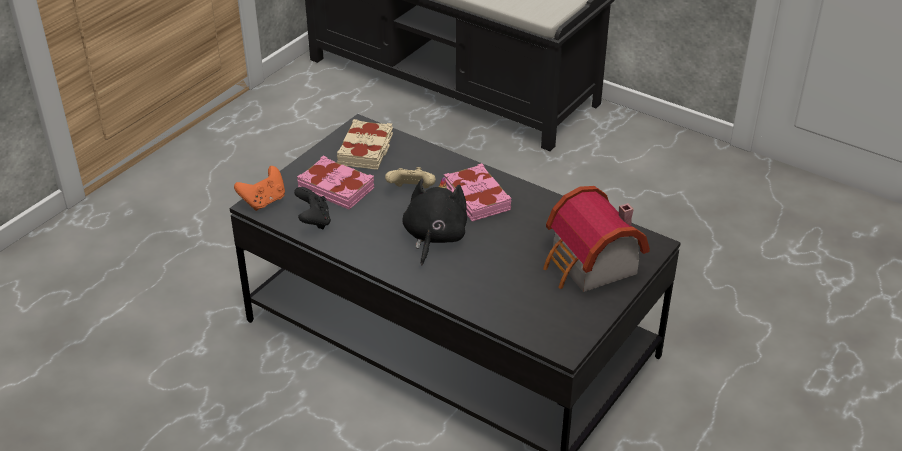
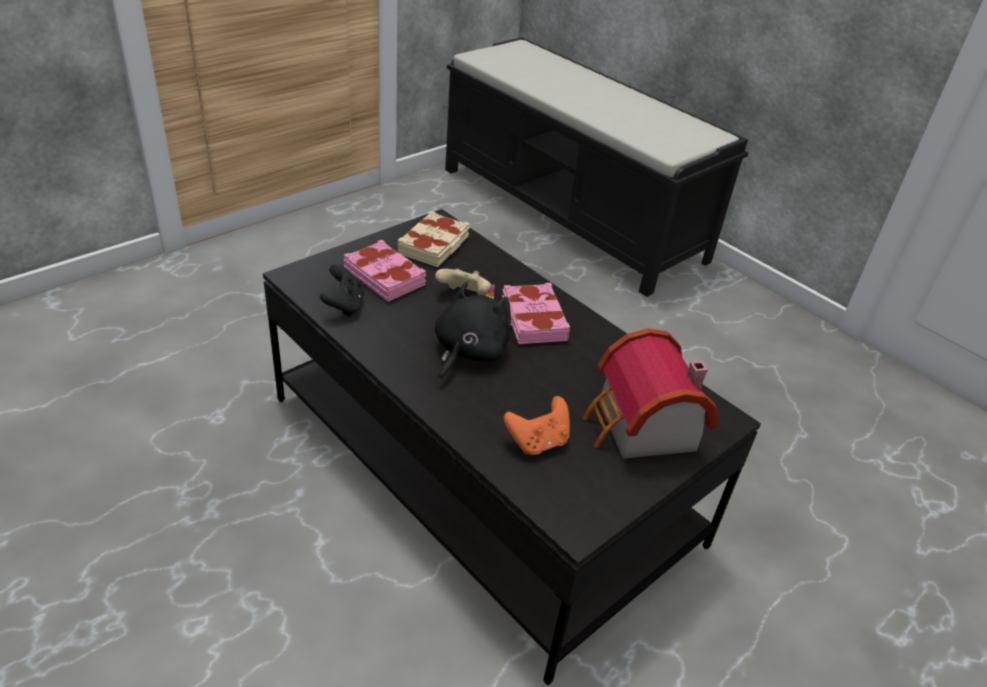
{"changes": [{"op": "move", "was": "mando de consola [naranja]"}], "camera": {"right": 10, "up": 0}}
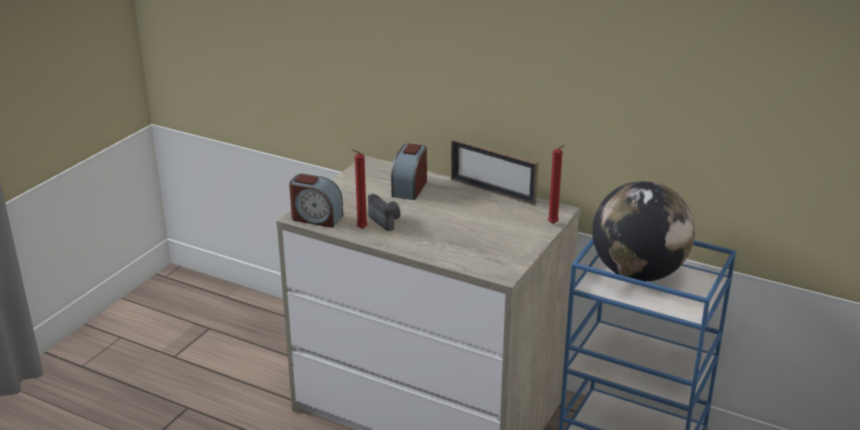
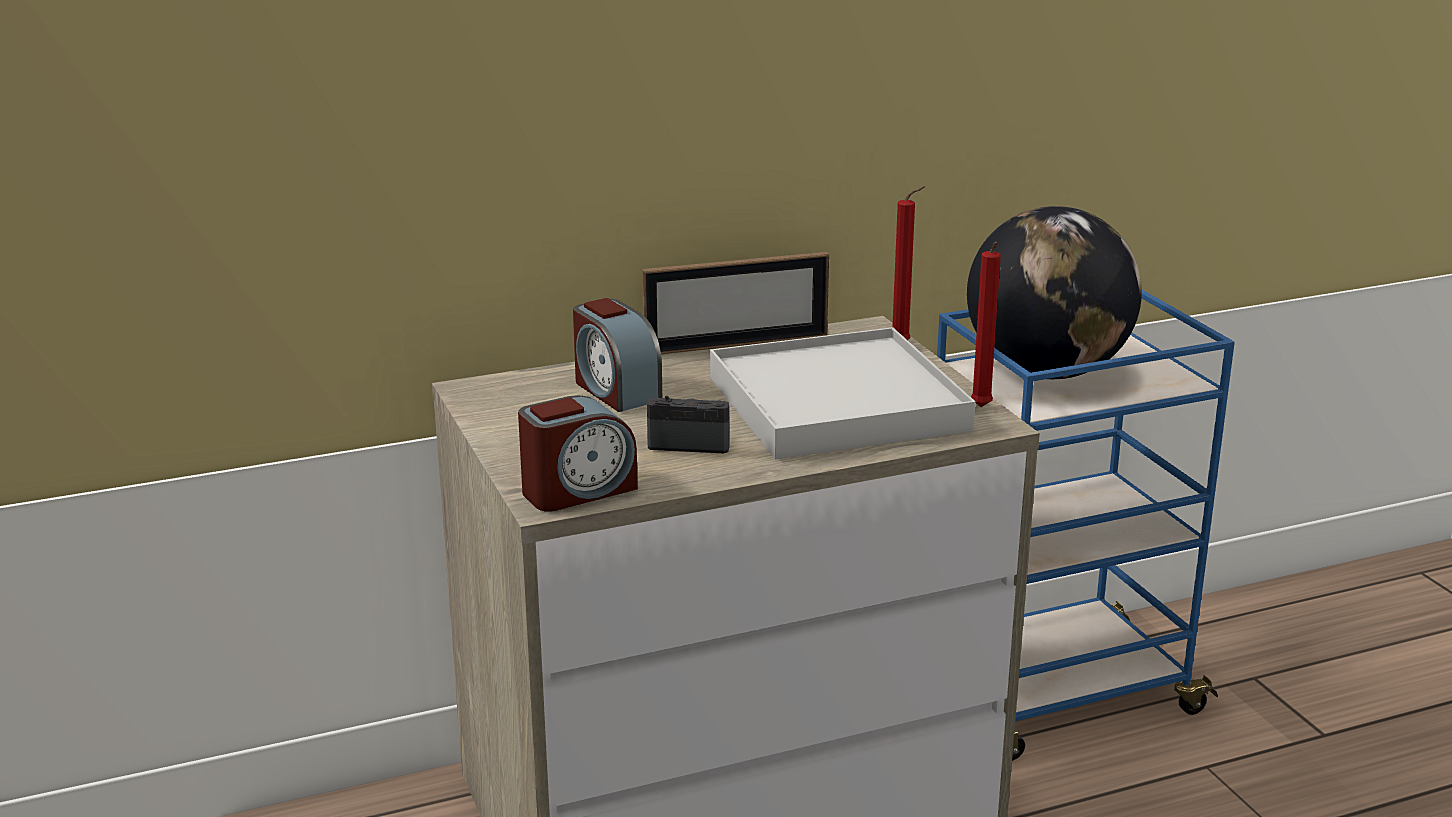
{"changes": [{"op": "move", "was": "vela [rojo] (1st from left in the first image)", "now": "vela [rojo] (2nd from left)"}, {"op": "insert", "now": "bandeja [blanco]"}], "camera": {"right": -50, "up": -5}}
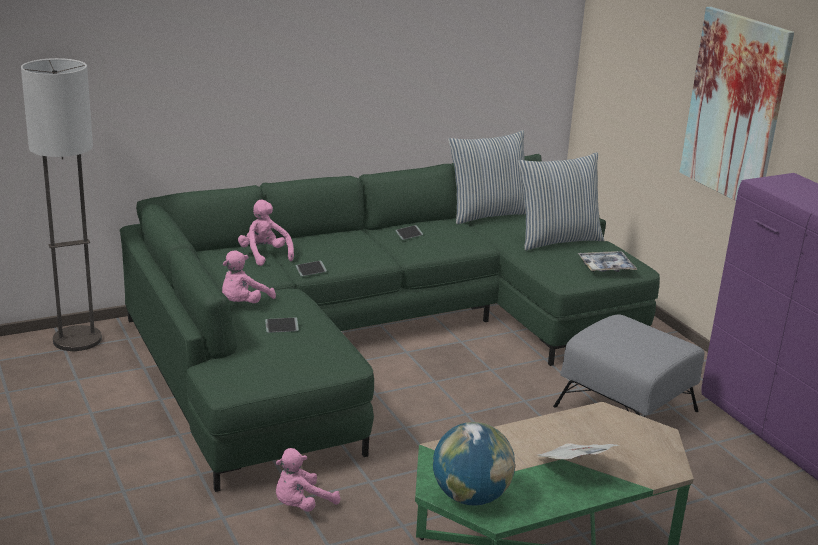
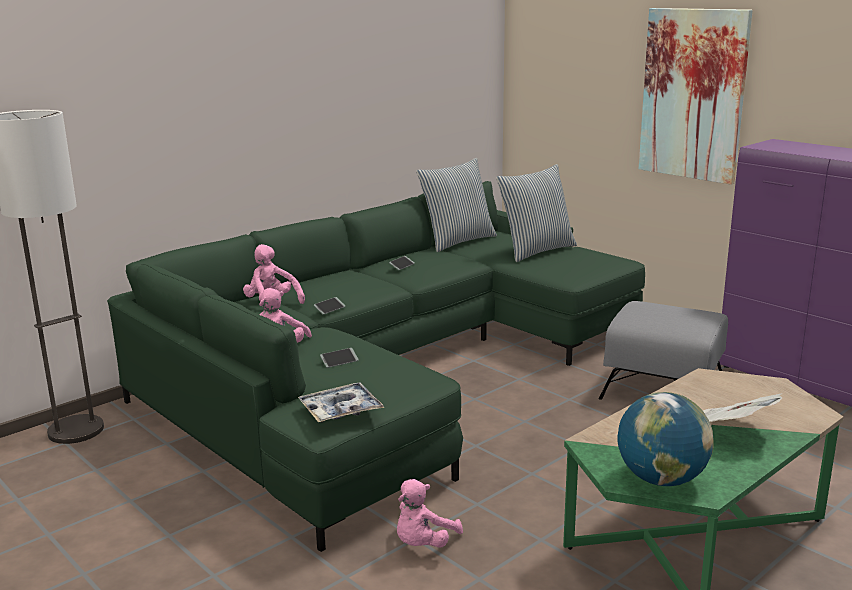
{"changes": [{"op": "move", "was": "bandeja"}], "camera": {"right": -15, "up": -5}}
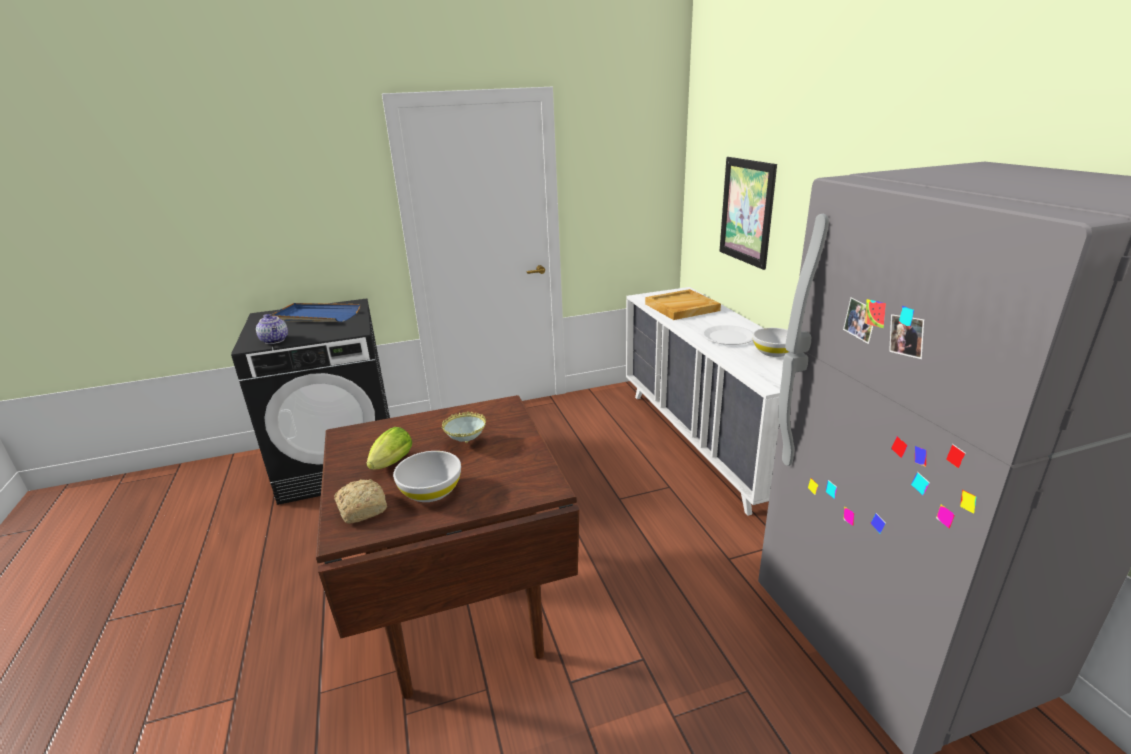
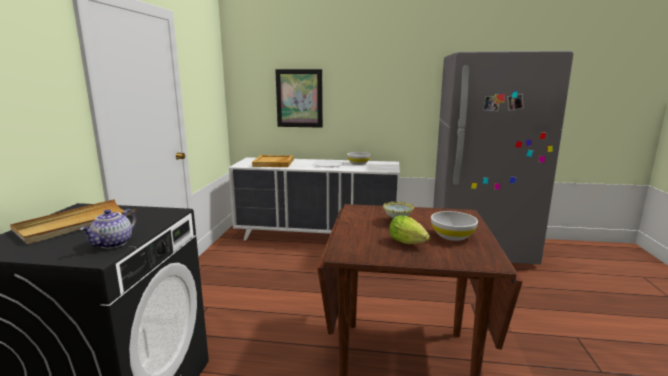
{"changes": [{"op": "recolor", "was": "bandeja [azul]", "now": "bandeja [beis] (1st from left)"}, {"op": "rotate", "was": "tetera", "clockwise": 120}, {"op": "delete", "was": "pan"}], "camera": {"right": -65, "up": -10}}
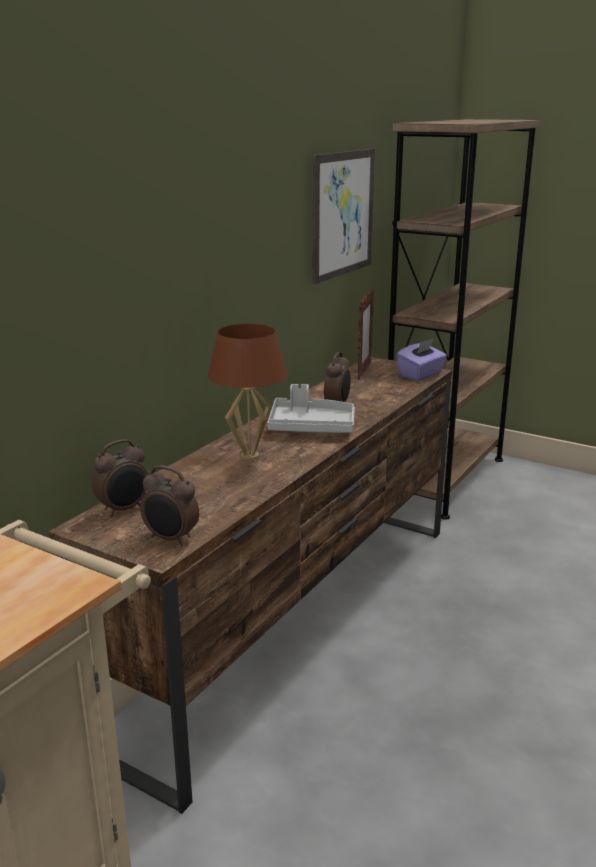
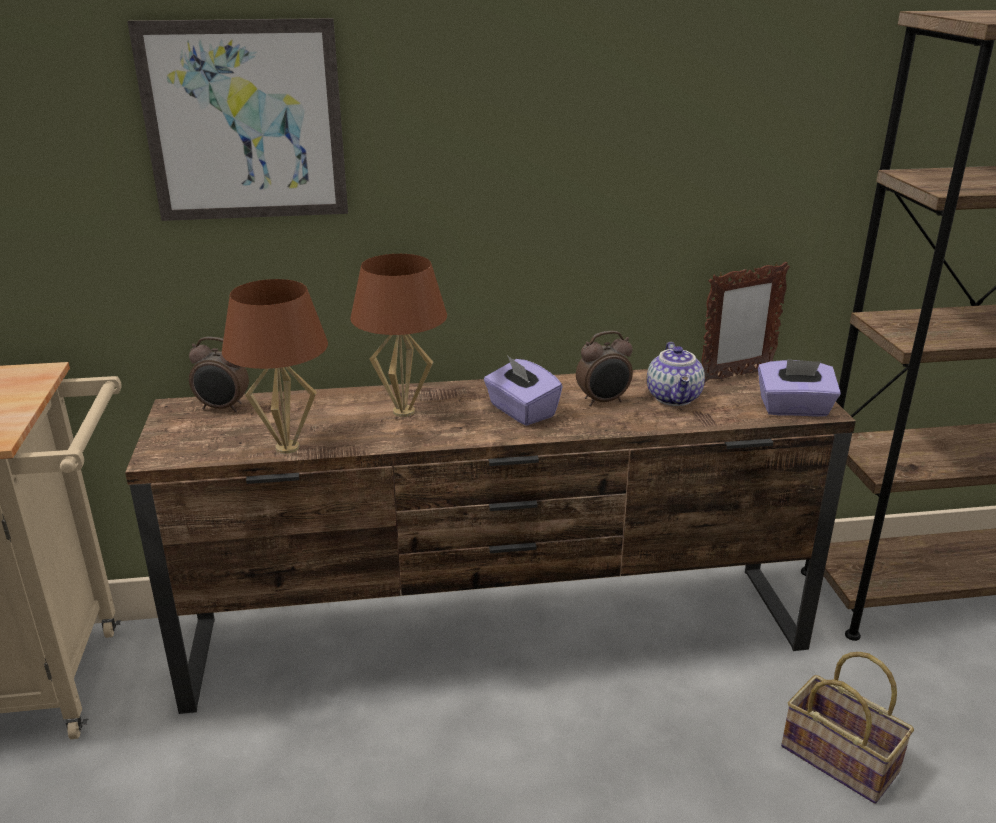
{"changes": [{"op": "move", "was": "cuadro"}, {"op": "replace", "was": "bandeja [gris]", "now": "caja de pañuelos [morado] (1st from left)"}, {"op": "delete", "was": "despertador (2nd from left)"}, {"op": "insert", "now": "lámpara de mesa [marrón] (1st from left)"}, {"op": "insert", "now": "tetera"}, {"op": "insert", "now": "cesta"}], "camera": {"right": 50, "up": 5}}
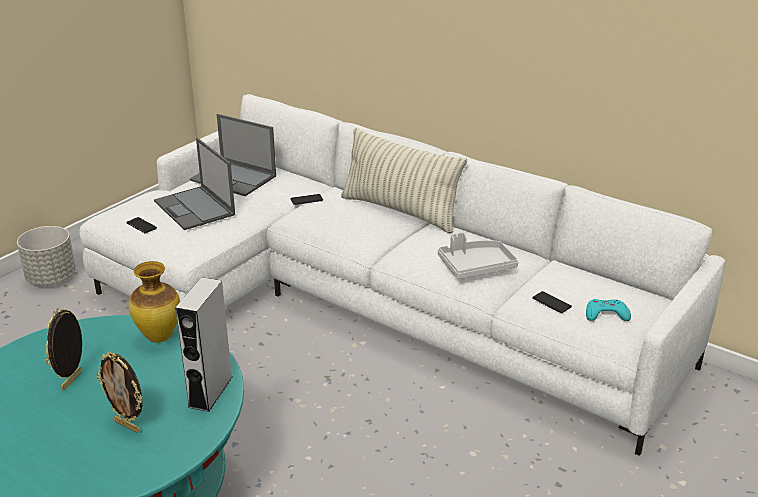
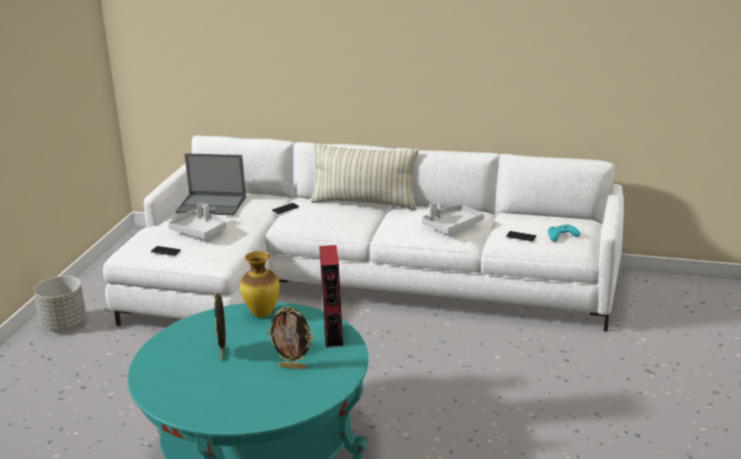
{"changes": [{"op": "replace", "was": "portátil (1st from left)", "now": "bandeja [gris] (1st from left)"}, {"op": "recolor", "was": "altavoz [gris]", "now": "altavoz [rojo]"}], "camera": {"right": -20, "up": -5}}
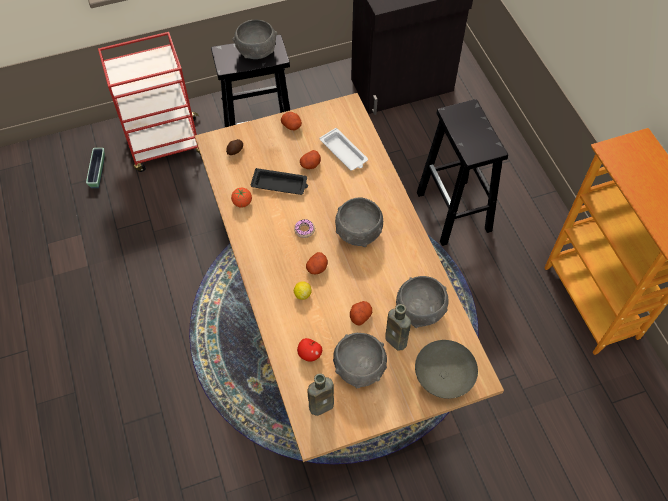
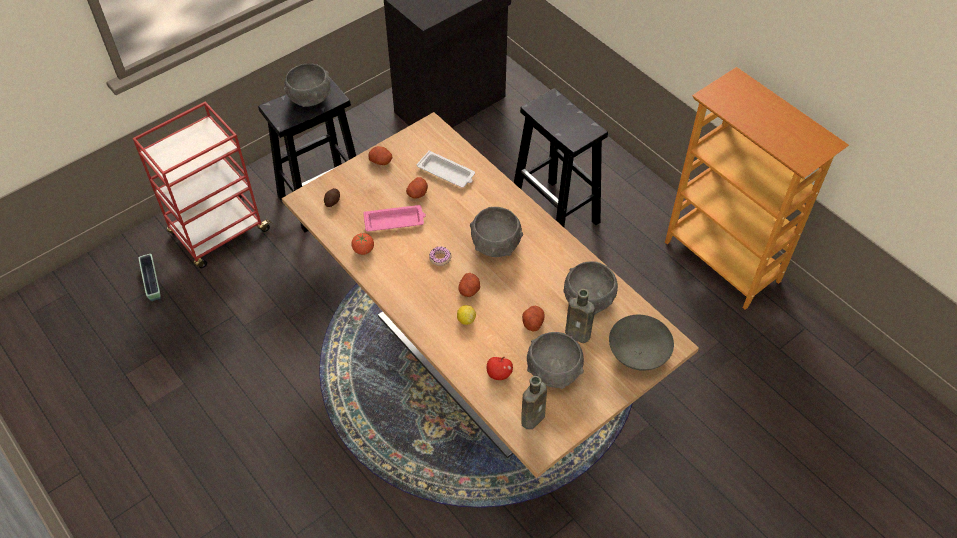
{"changes": [{"op": "recolor", "was": "bandeja [negro]", "now": "bandeja [rosa]"}], "camera": {"right": -20, "up": -5}}
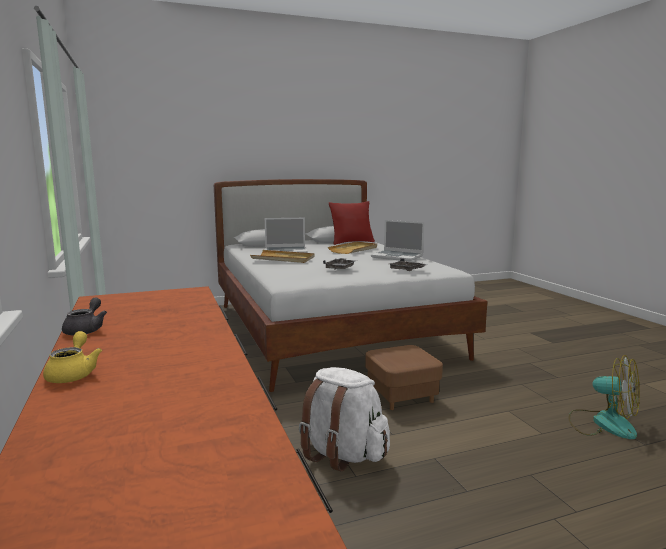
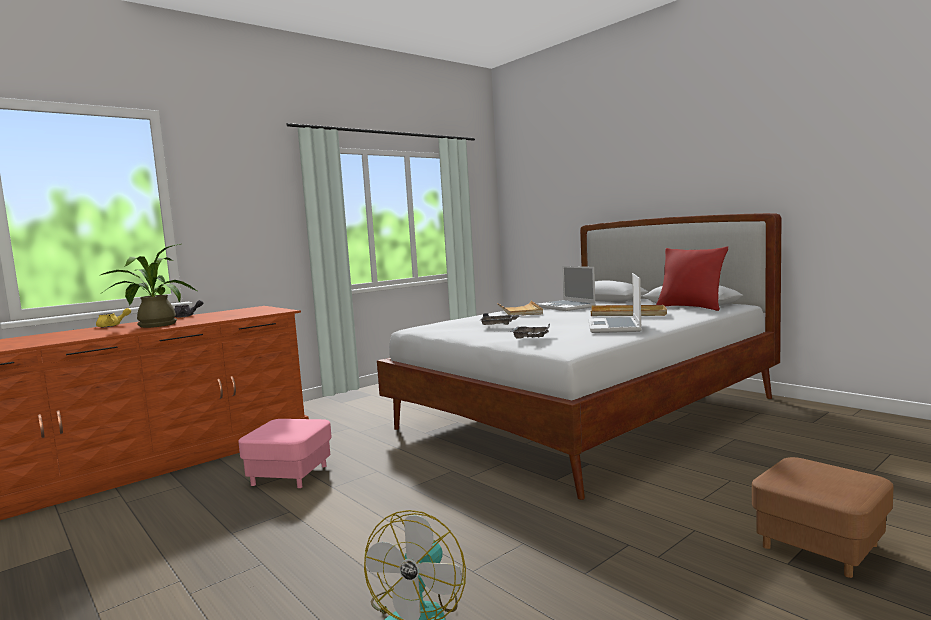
{"changes": [{"op": "move", "was": "puf [marrón]"}, {"op": "replace", "was": "mochila [blanco]", "now": "puf [rosa]"}, {"op": "insert", "now": "planta en maceta"}], "camera": {"right": 70, "up": -5}}
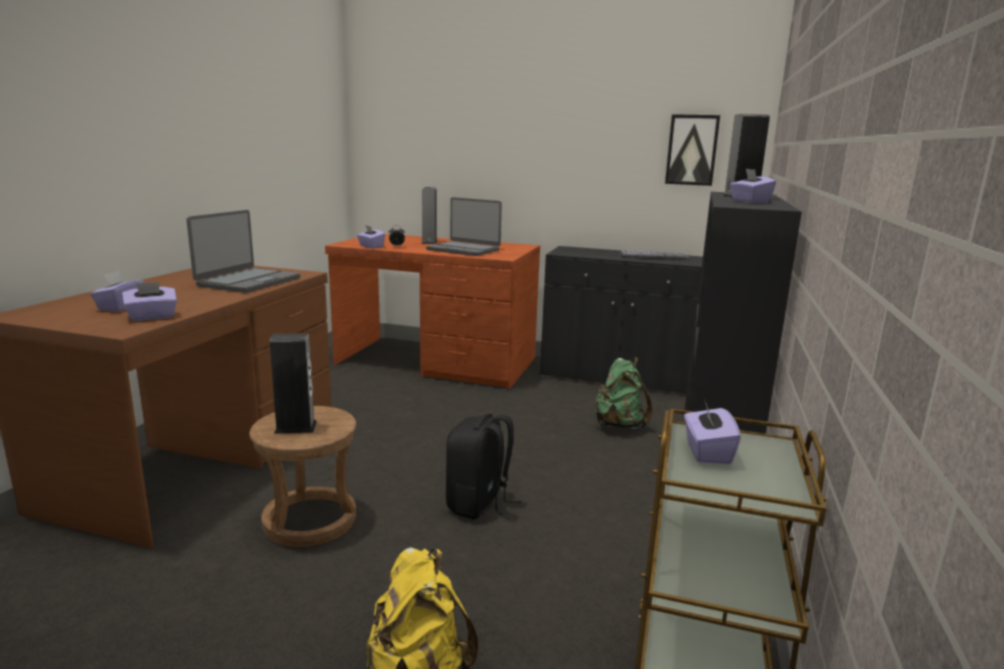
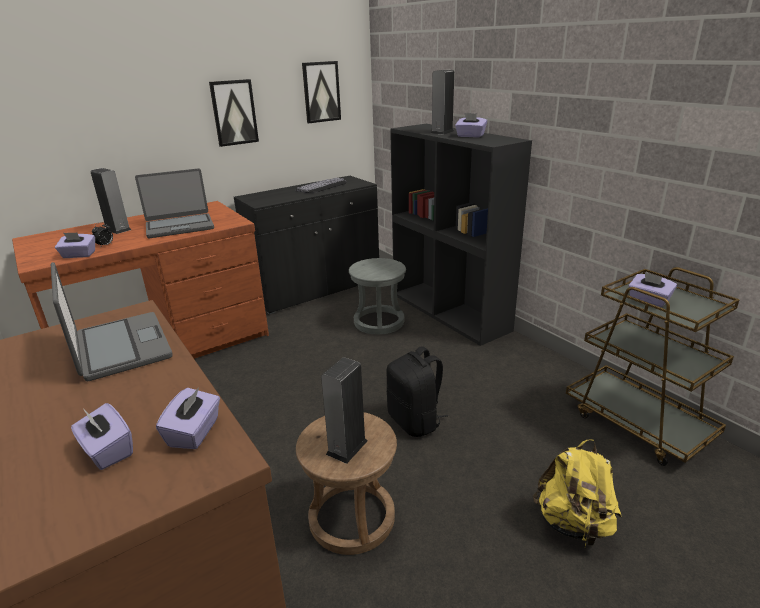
{"changes": [{"op": "replace", "was": "mochila [verde]", "now": "taburete [gris]"}, {"op": "insert", "now": "cuadro (1st from left)"}], "camera": {"right": -50, "up": 10}}
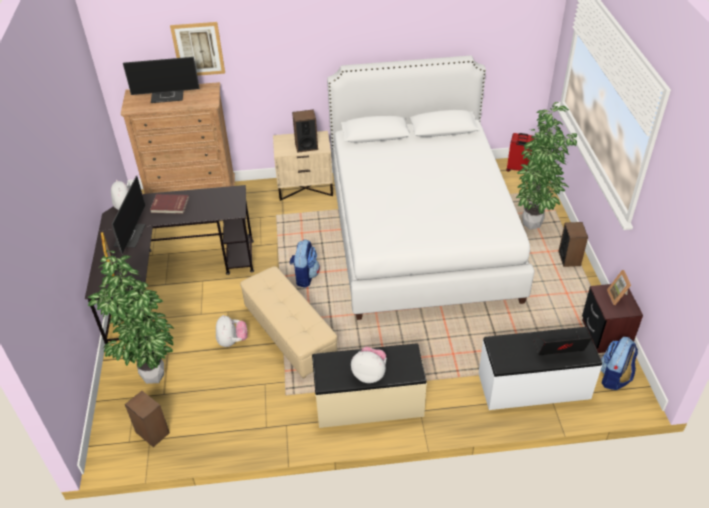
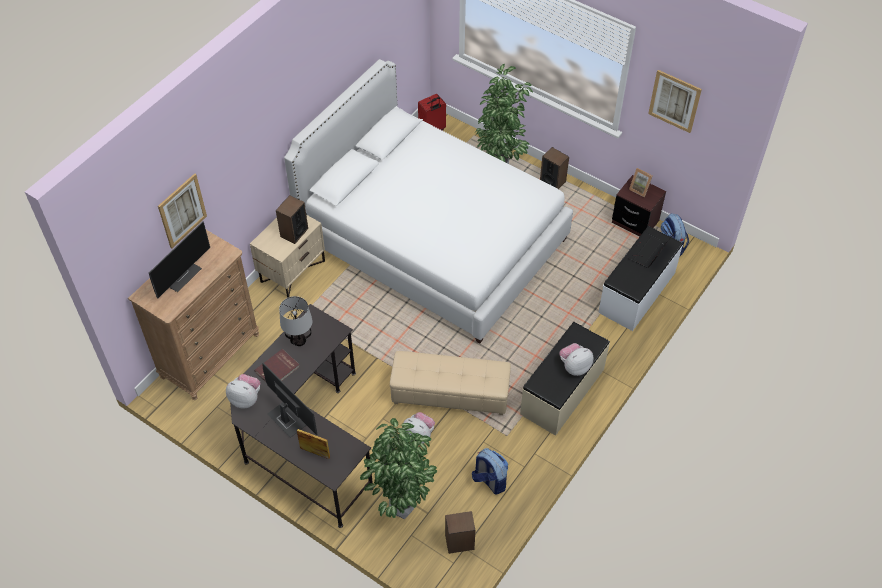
{"changes": [{"op": "move", "was": "mochila (1st from left)"}, {"op": "insert", "now": "cuadro (2nd from left)"}, {"op": "insert", "now": "lámpara de mesa"}], "camera": {"right": -50, "up": 10}}
